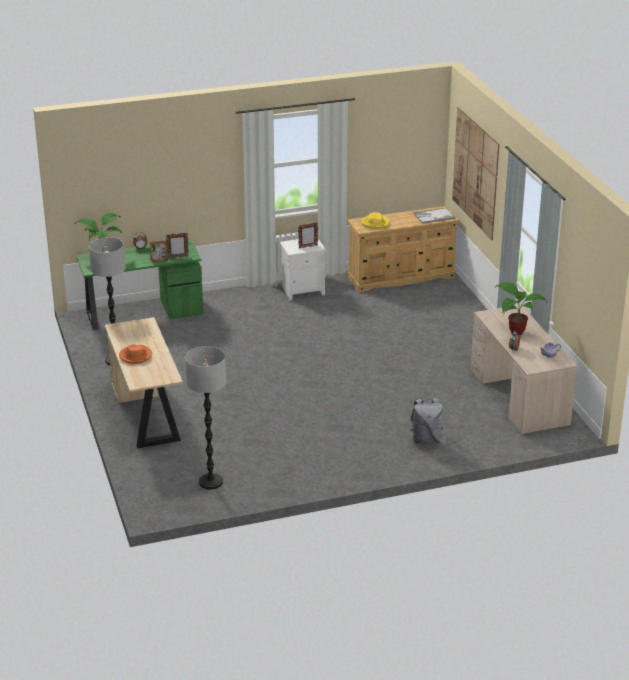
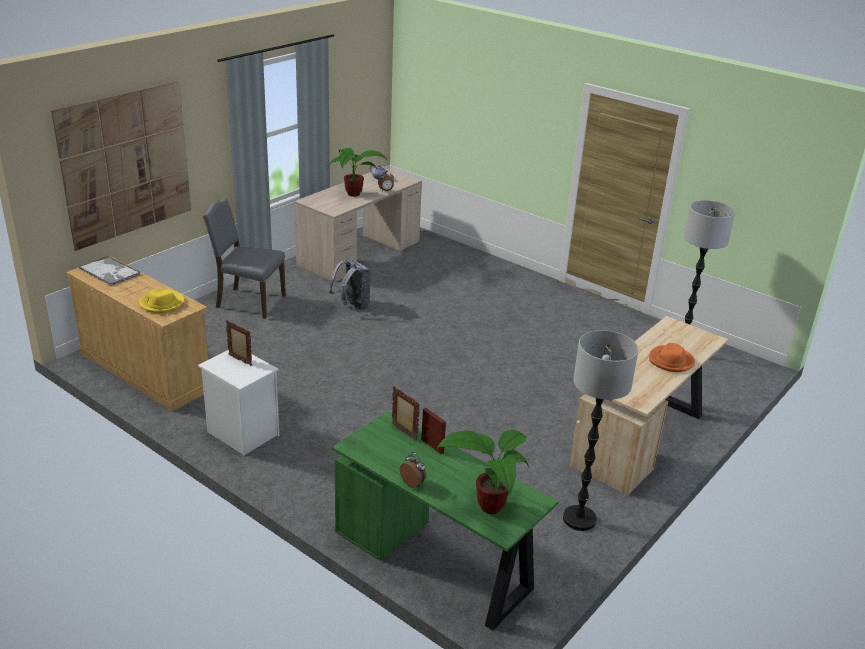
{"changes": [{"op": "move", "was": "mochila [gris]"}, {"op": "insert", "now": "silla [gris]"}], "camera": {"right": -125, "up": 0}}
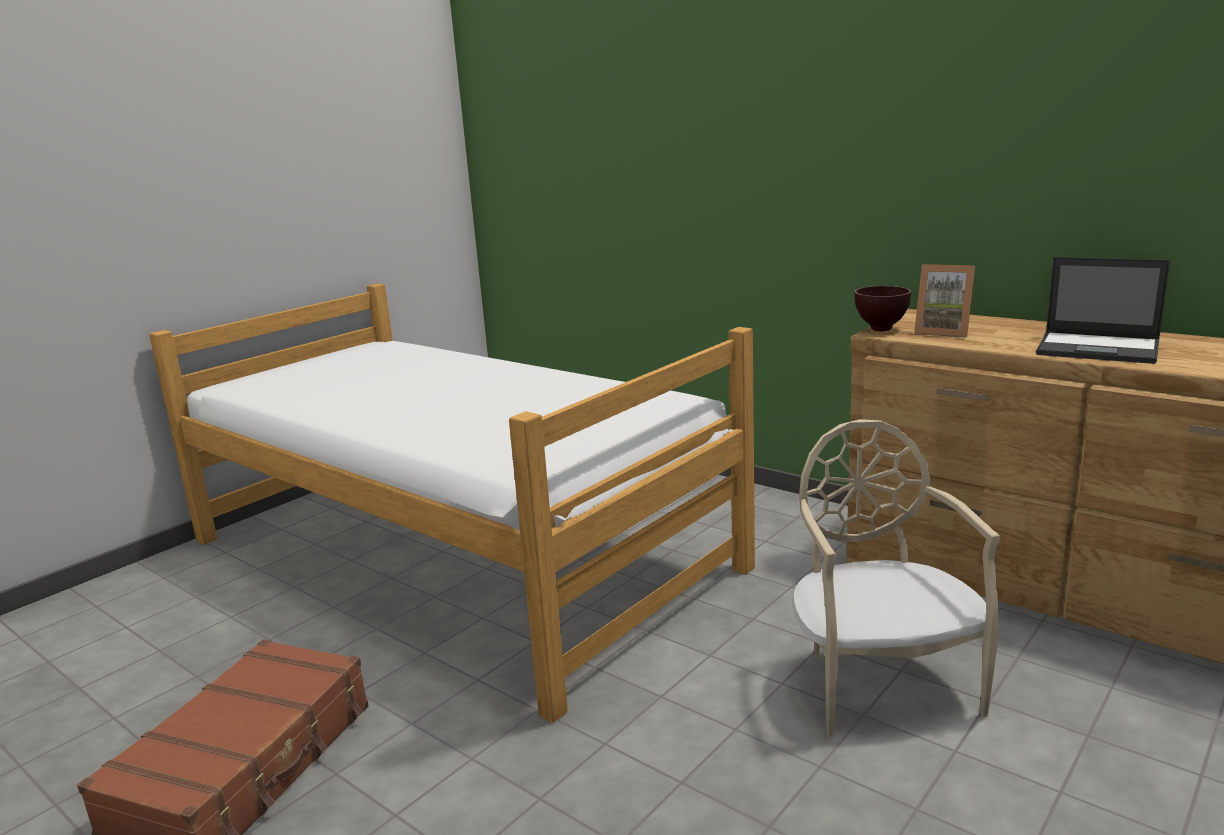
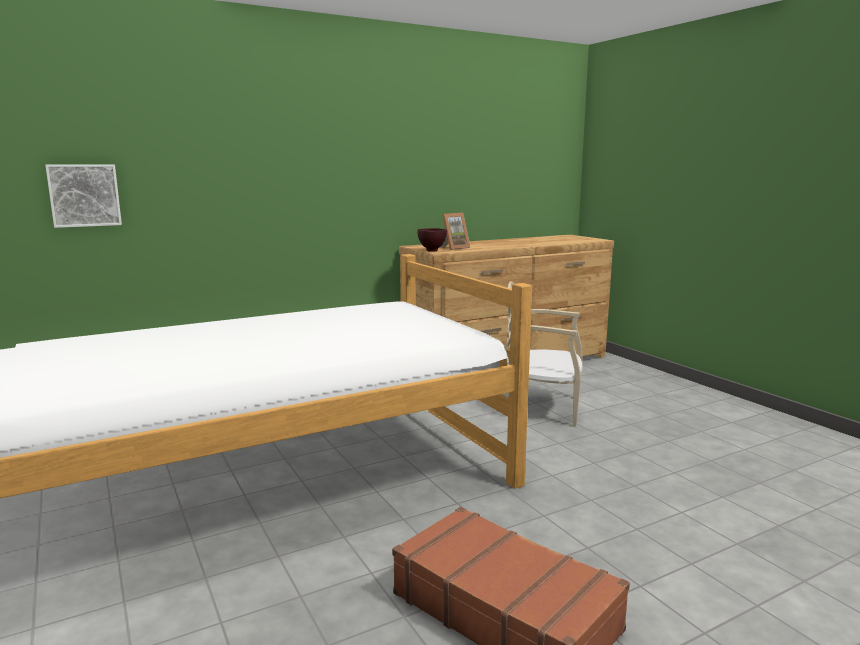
{"changes": [{"op": "delete", "was": "portátil"}, {"op": "insert", "now": "cuadro"}], "camera": {"right": -70, "up": -5}}
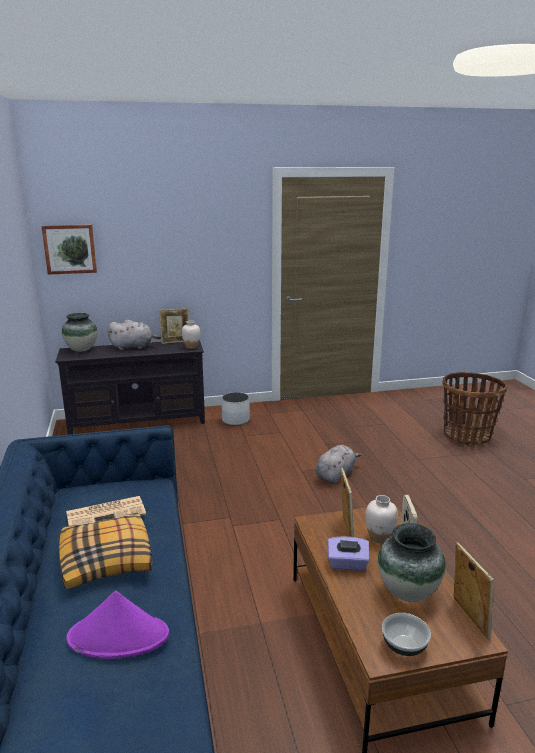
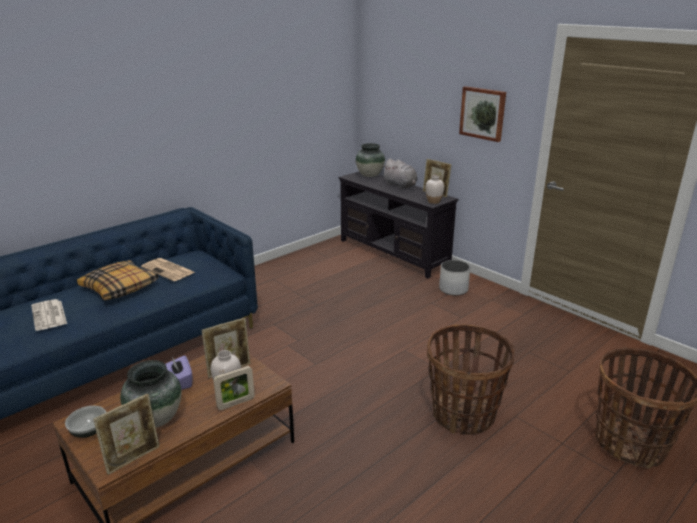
{"changes": [{"op": "move", "was": "cuadro"}, {"op": "delete", "was": "peluche [gris] (2nd from left)"}, {"op": "replace", "was": "sombrero [morado]", "now": "periódico (1st from left)"}, {"op": "insert", "now": "cesta (1st from left)"}], "camera": {"right": 60, "up": 5}}
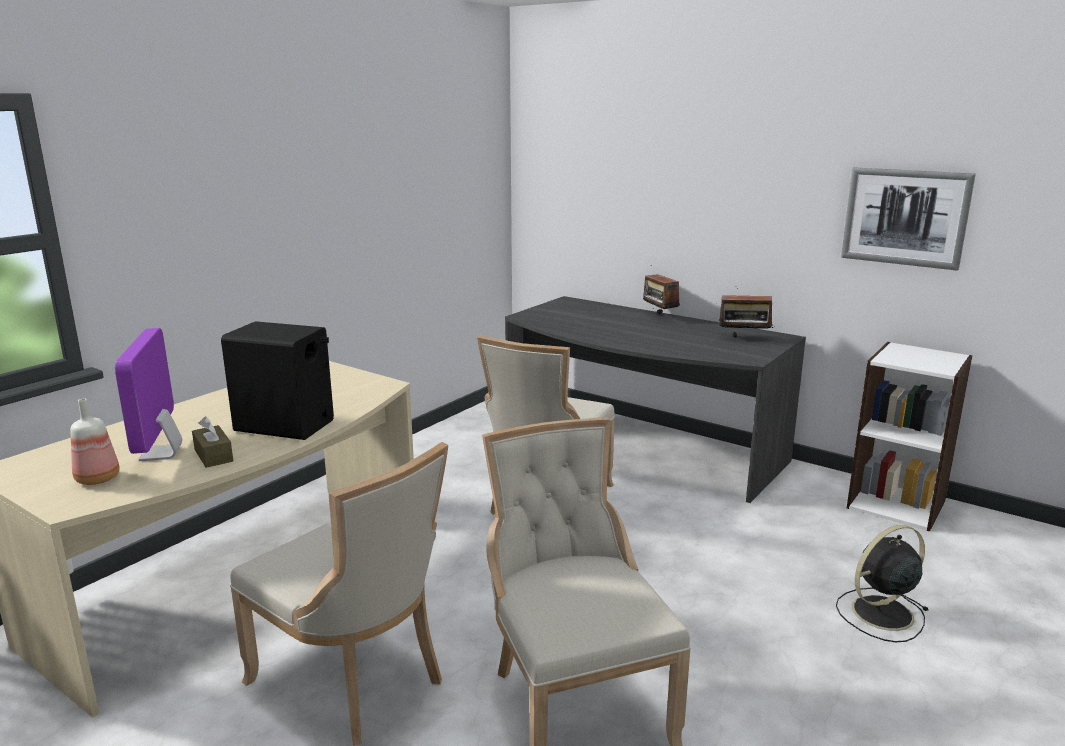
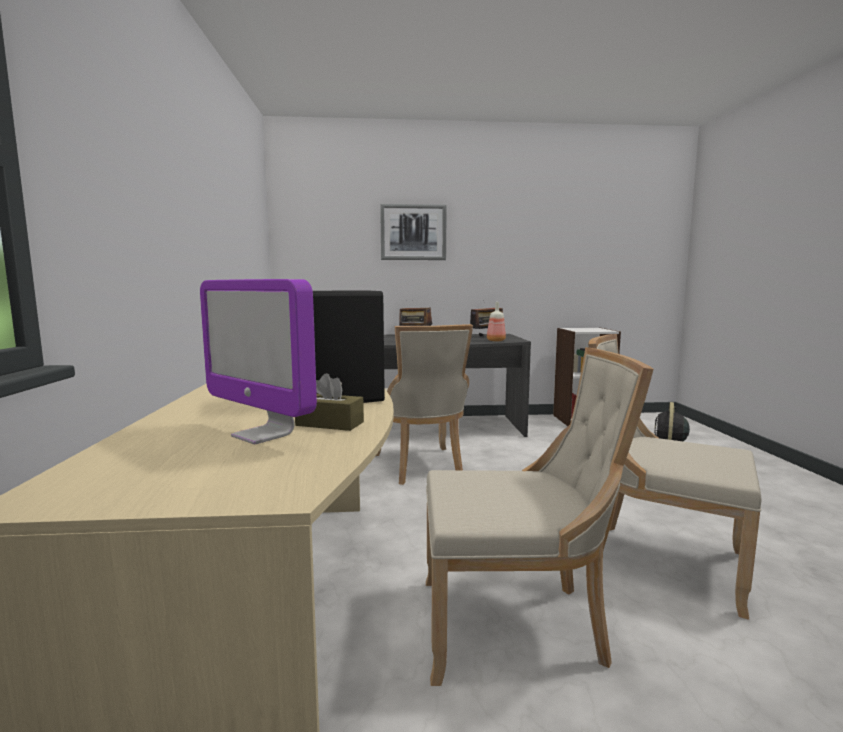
{"changes": [{"op": "move", "was": "cuadro"}, {"op": "move", "was": "botella"}], "camera": {"right": -40, "up": -10}}
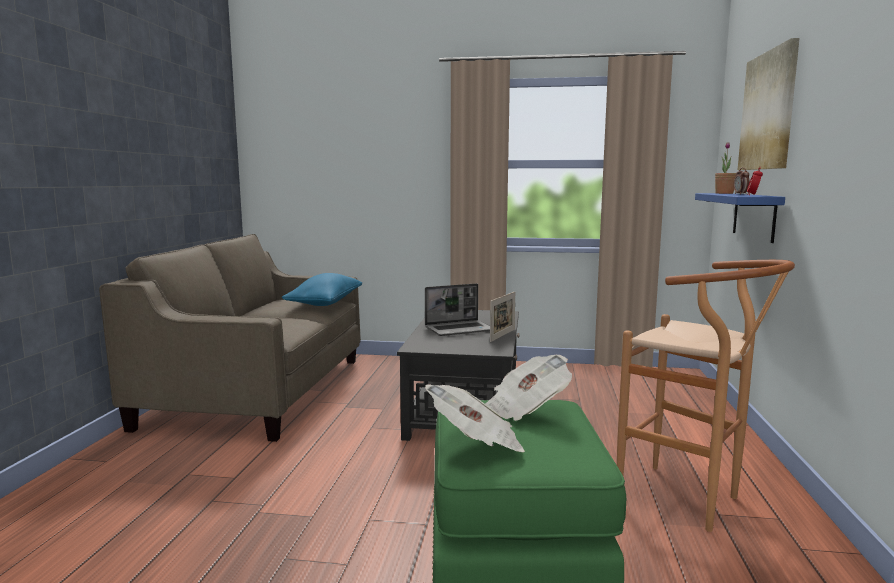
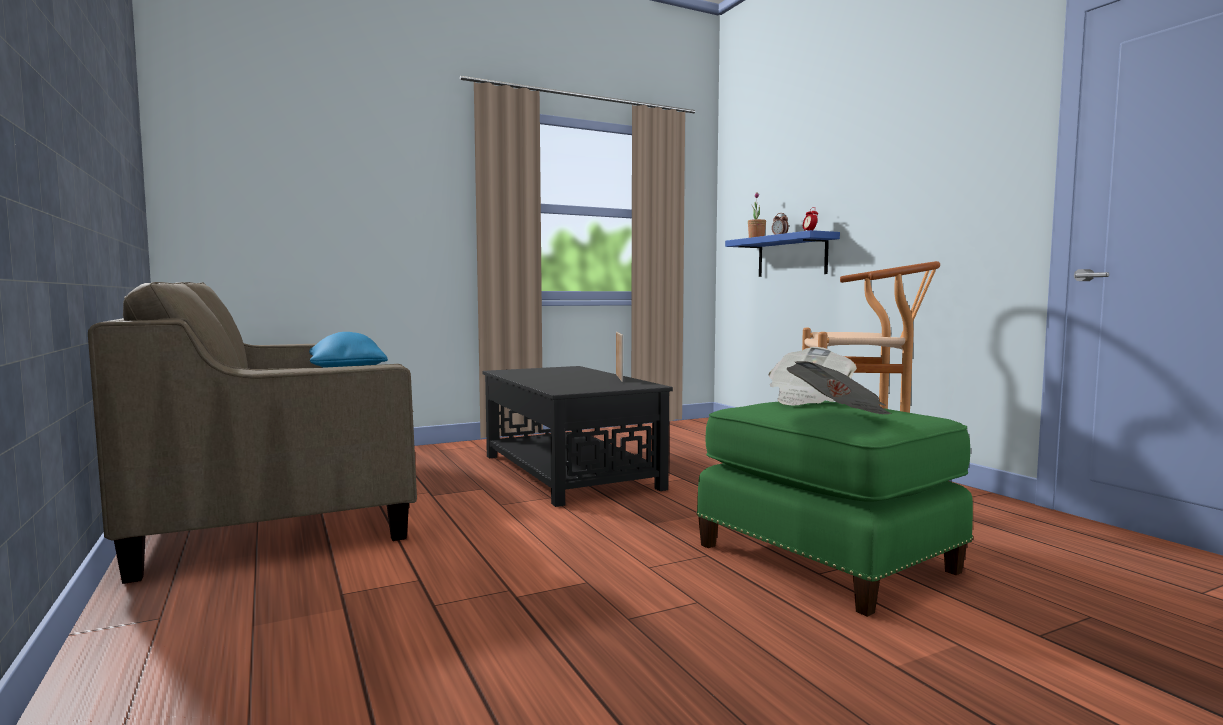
{"changes": [{"op": "delete", "was": "cuadro"}, {"op": "delete", "was": "portátil"}], "camera": {"right": -35, "up": -5}}
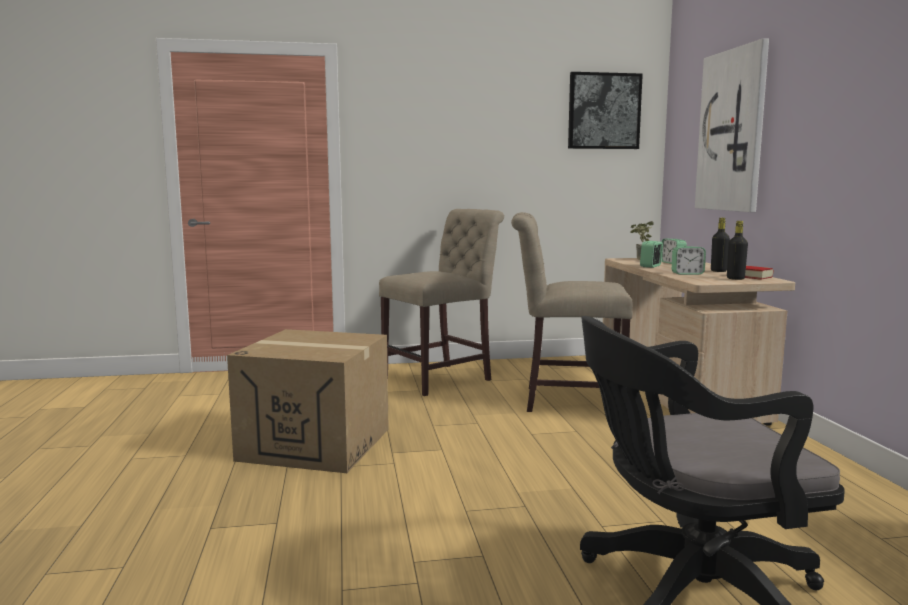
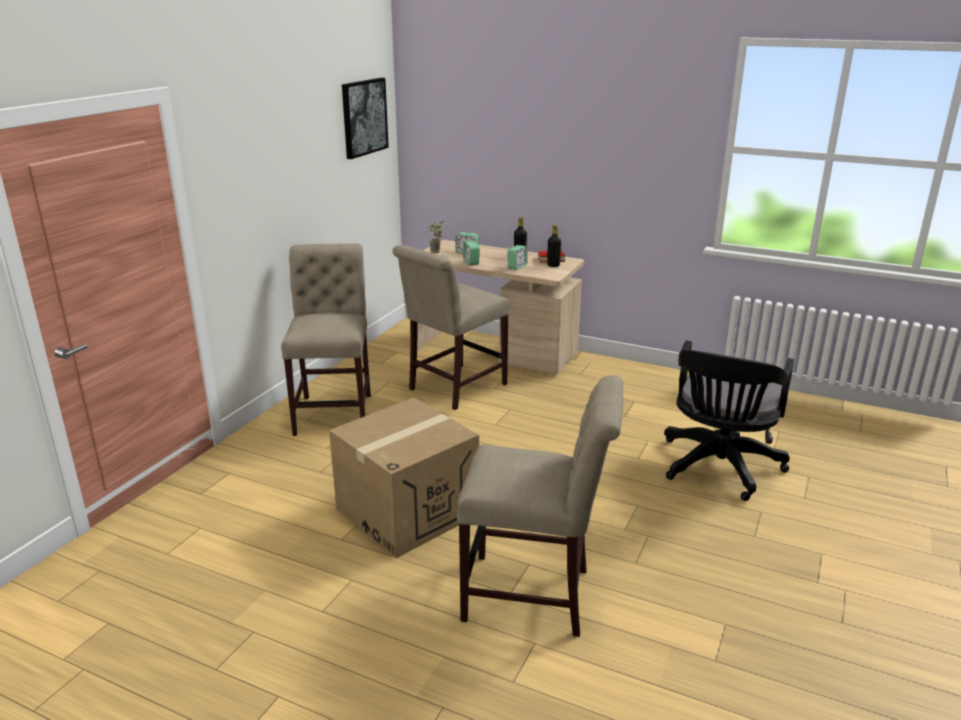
{"changes": [{"op": "delete", "was": "cuadro (2nd from left)"}, {"op": "insert", "now": "silla [beis] (3rd from left)"}], "camera": {"right": -55, "up": 15}}
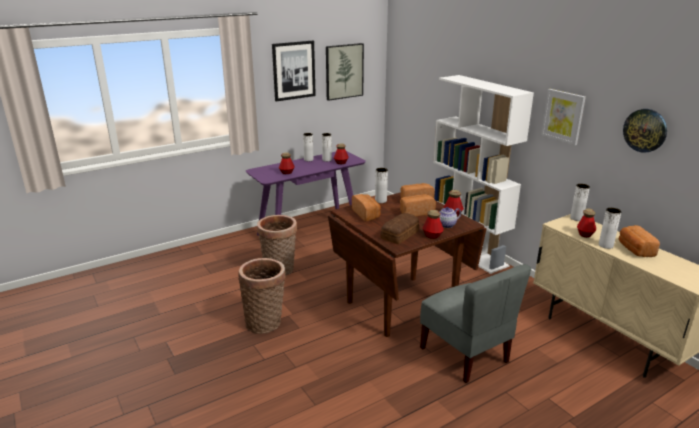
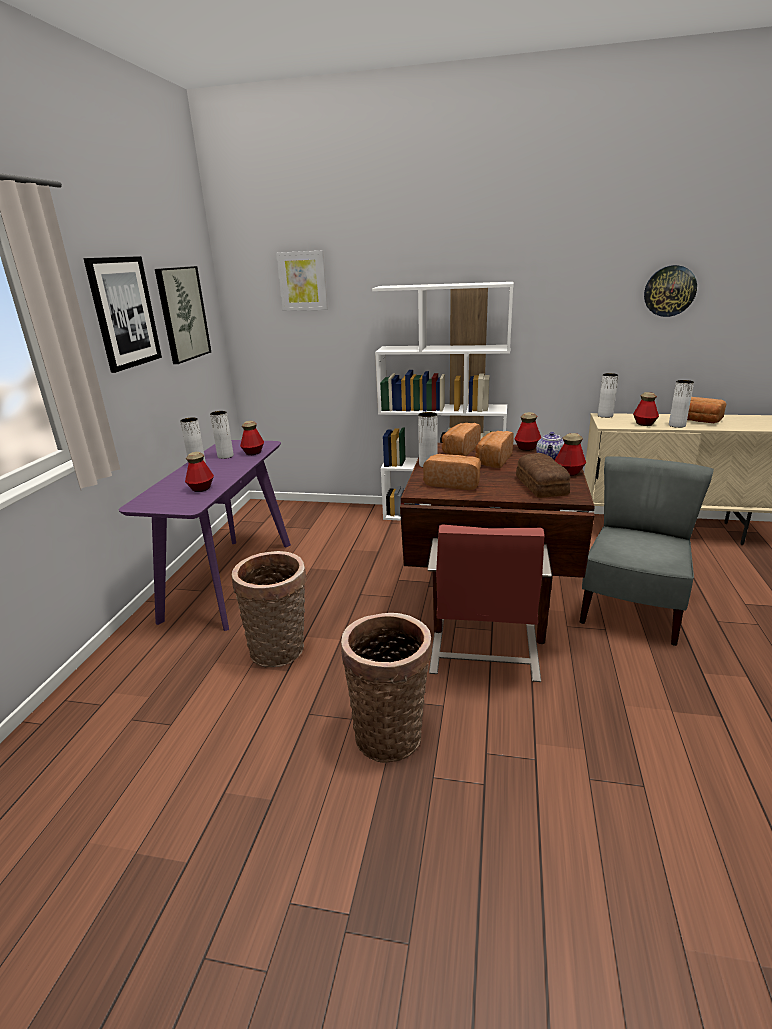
{"changes": [{"op": "move", "was": "cuadro (3rd from left)"}, {"op": "rotate", "was": "silla [gris]", "clockwise": -75}, {"op": "insert", "now": "silla [rojo]"}], "camera": {"right": -45, "up": 0}}
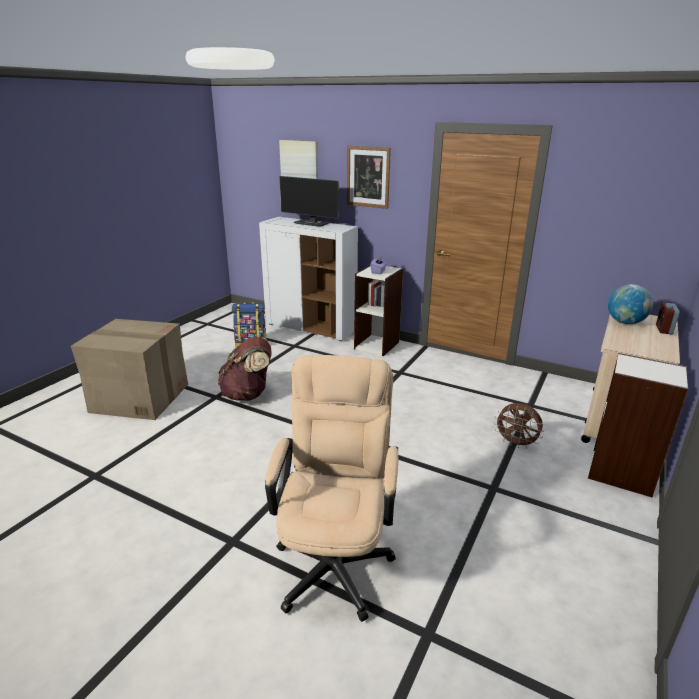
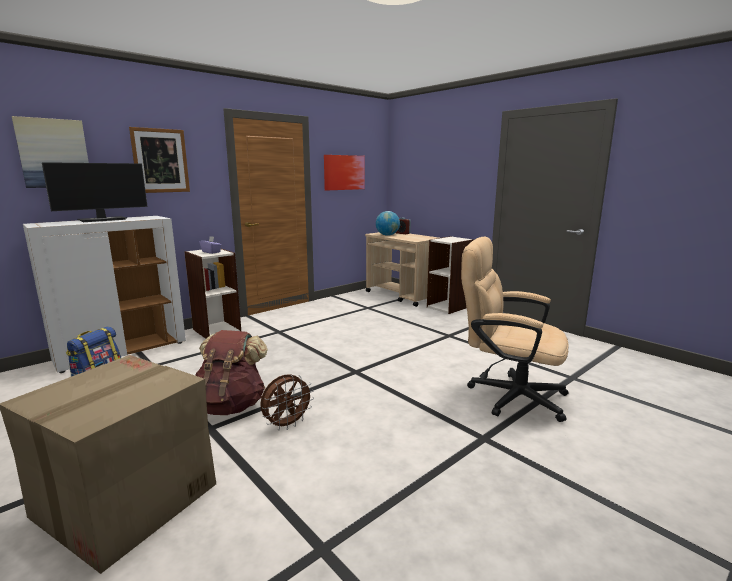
{"changes": [{"op": "move", "was": "ventilador [marrón]"}, {"op": "insert", "now": "cuadro (3rd from left)"}], "camera": {"right": -70, "up": -10}}
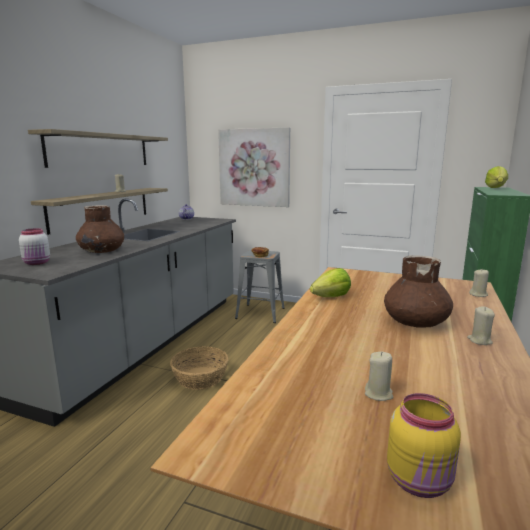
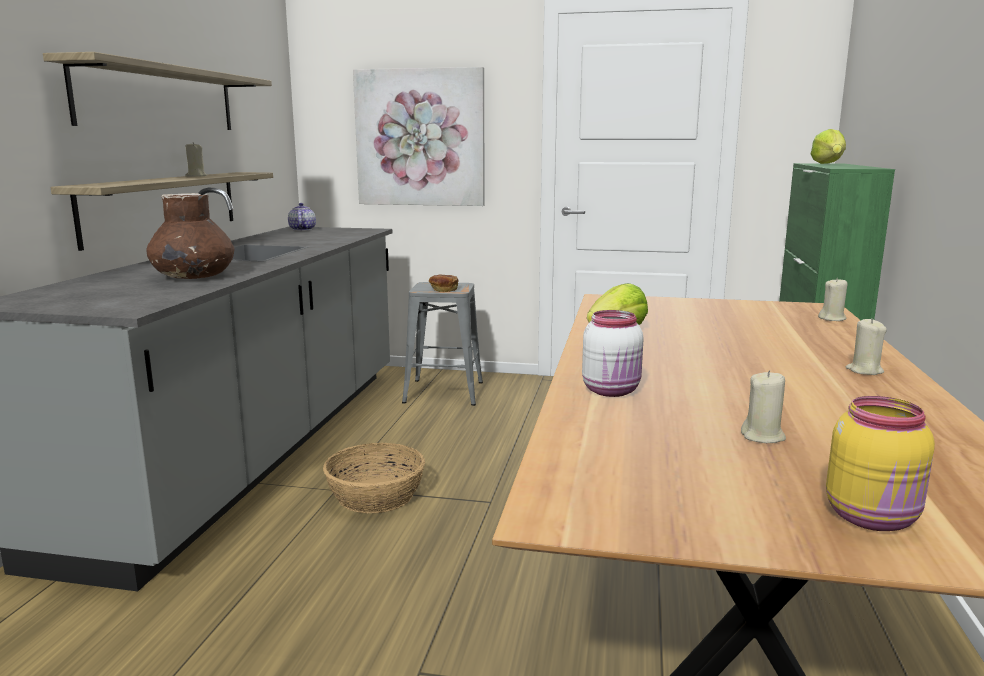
{"changes": [{"op": "move", "was": "tarro [blanco]"}, {"op": "delete", "was": "florero [marrón] (2nd from left)"}], "camera": {"right": -10, "up": 0}}
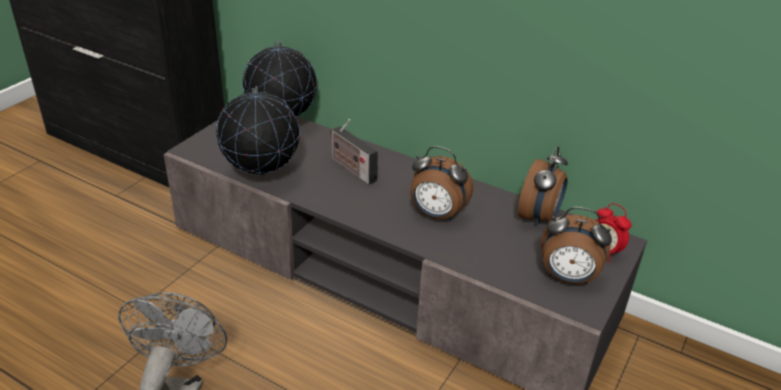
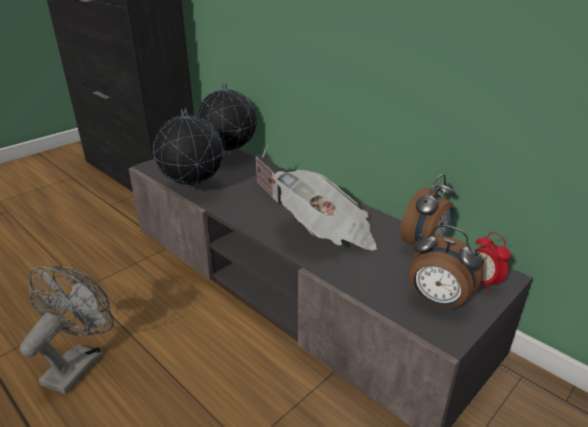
{"changes": [{"op": "replace", "was": "despertador (1st from left)", "now": "periódico"}], "camera": {"right": 15, "up": -5}}
